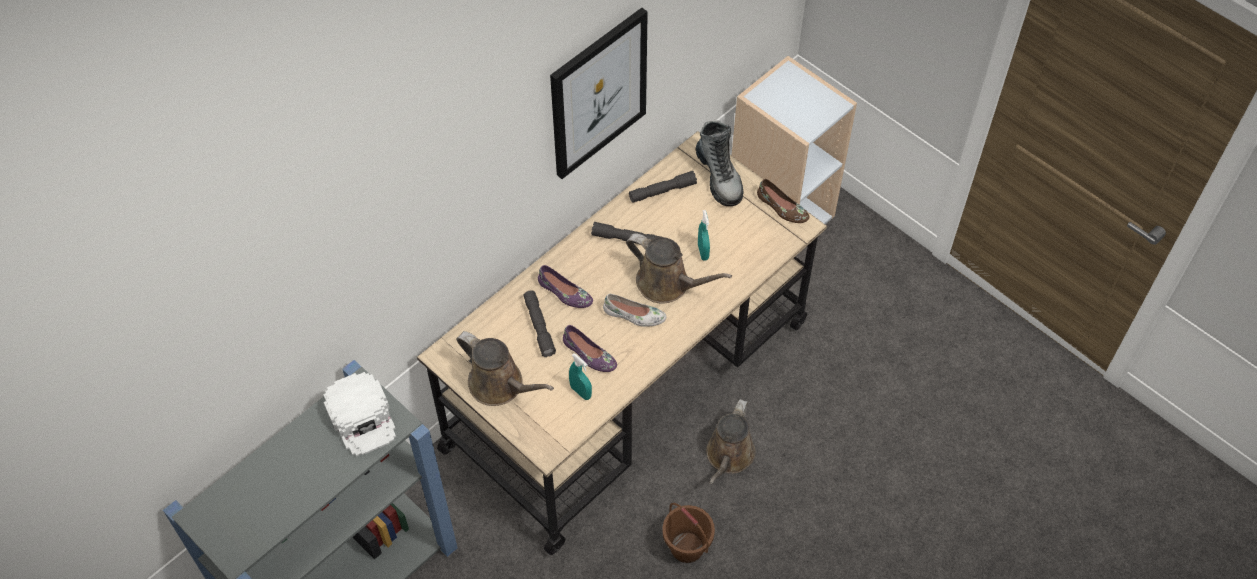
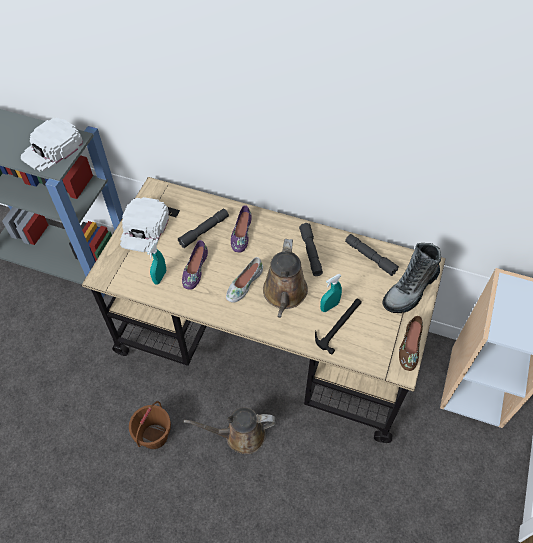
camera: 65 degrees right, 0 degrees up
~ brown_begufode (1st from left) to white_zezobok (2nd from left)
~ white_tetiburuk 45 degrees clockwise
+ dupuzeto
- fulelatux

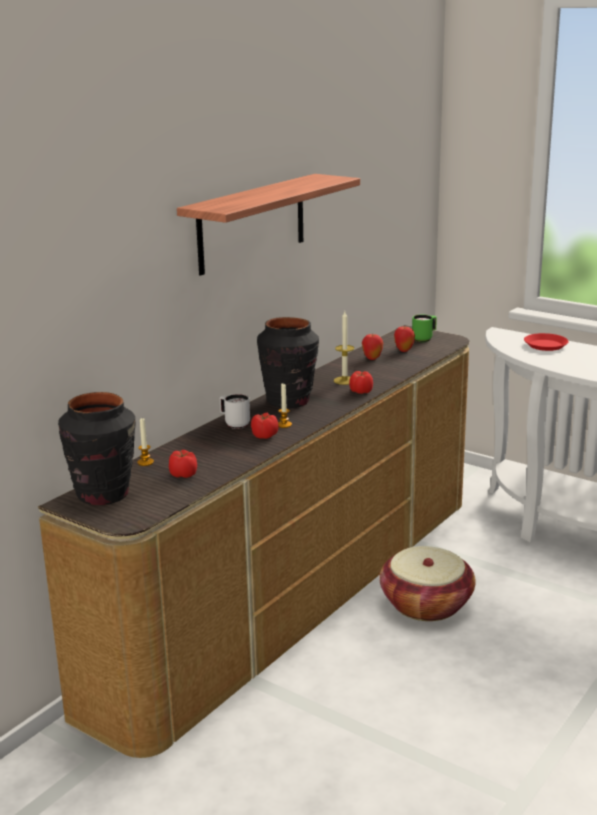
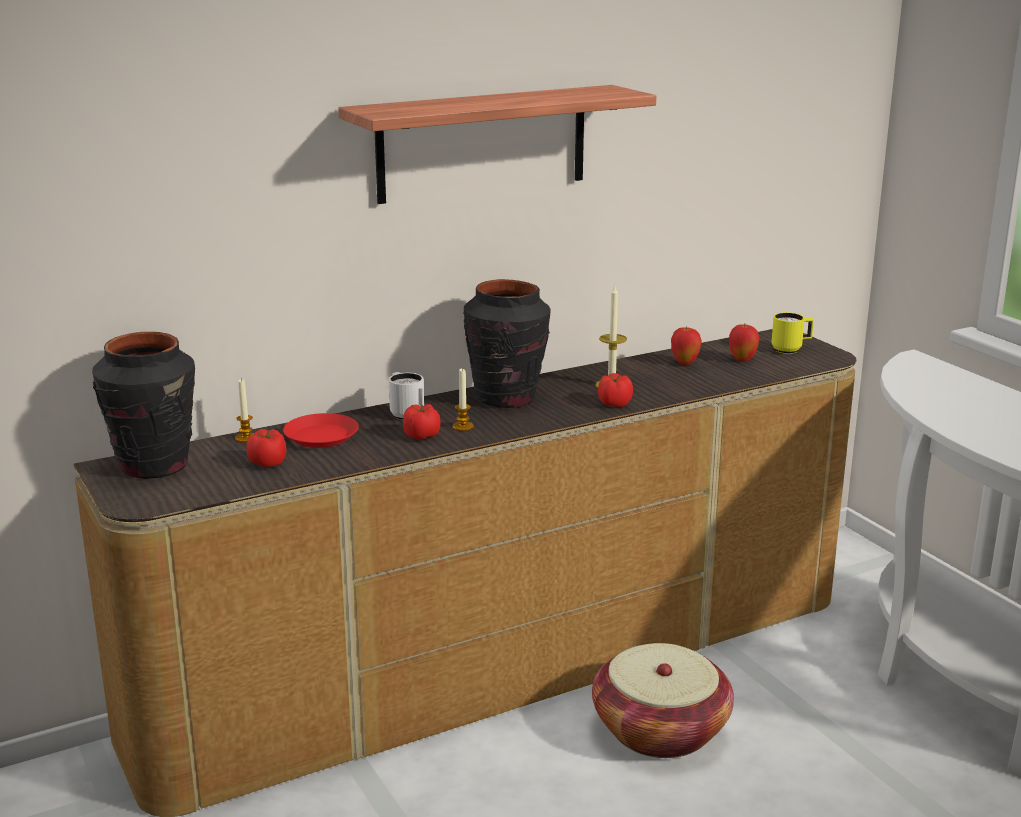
camera: 25 degrees right, 0 degrees up
~ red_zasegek
~ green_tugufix to yellow_tugufix

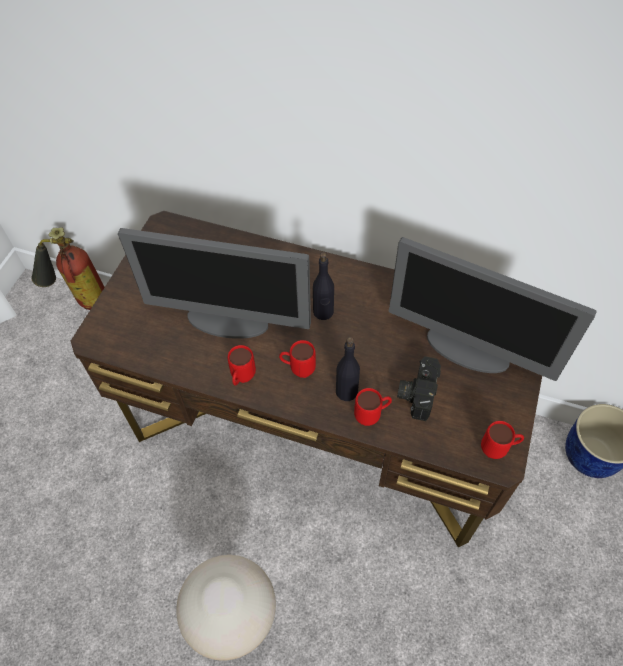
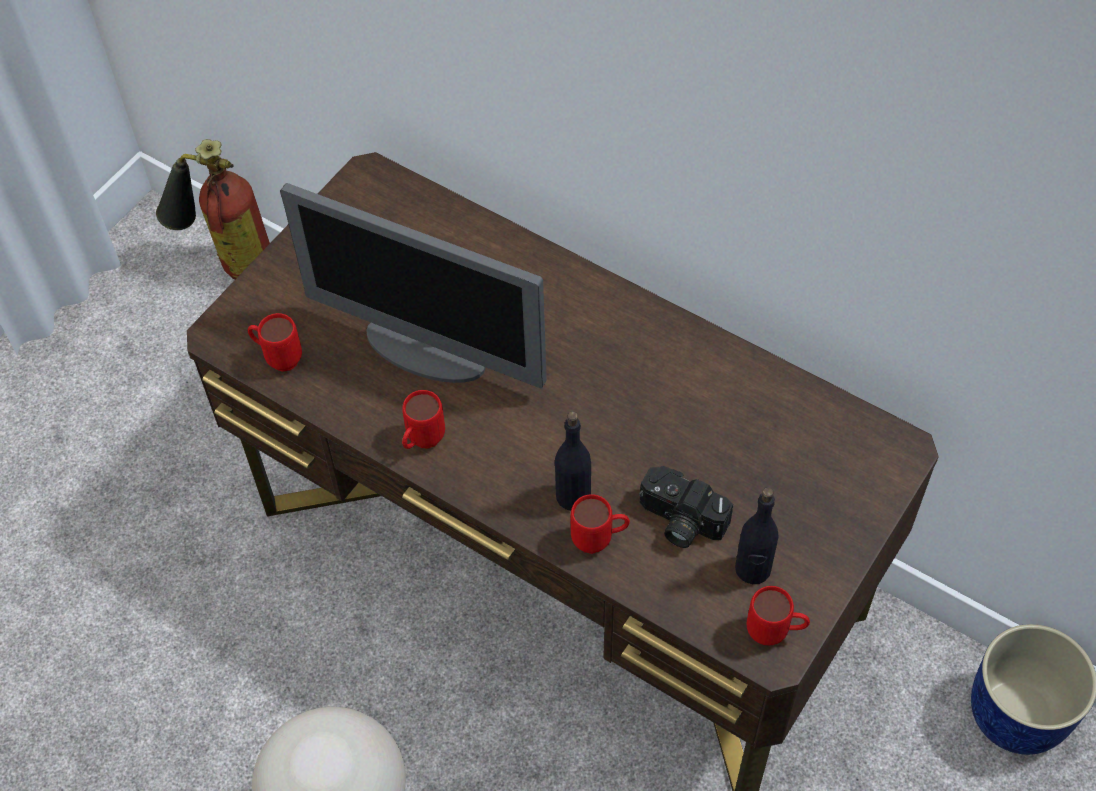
camera: 15 degrees right, 0 degrees up
~ red_tugufix (2nd from left in the first image) to red_tugufix (1st from left)
~ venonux 90 degrees counterclockwise
~ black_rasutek (1st from left in the first image) to black_rasutek (2nd from left)
- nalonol (2nd from left)

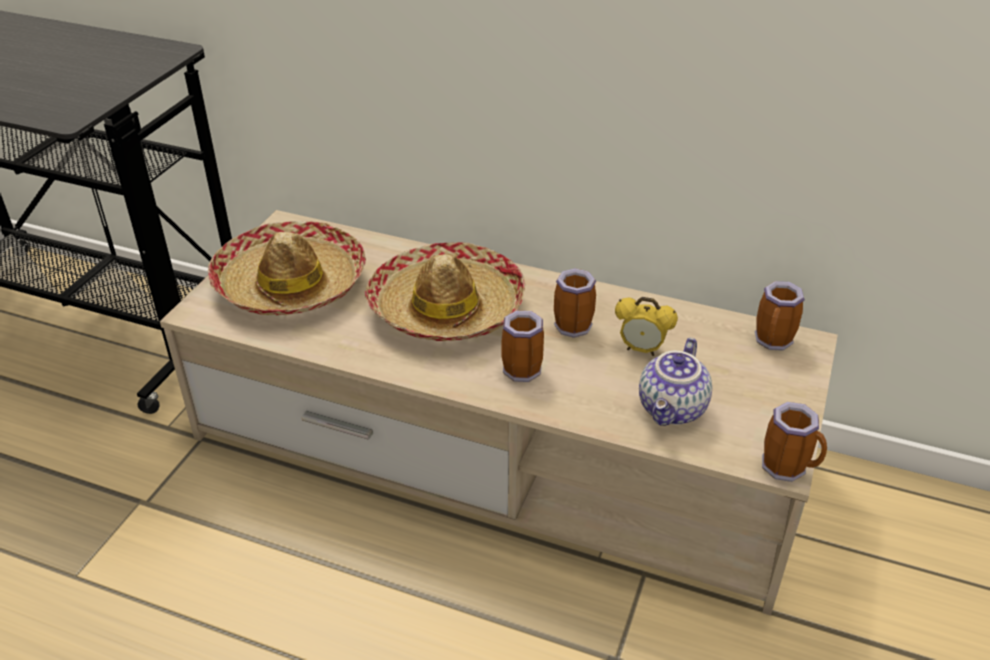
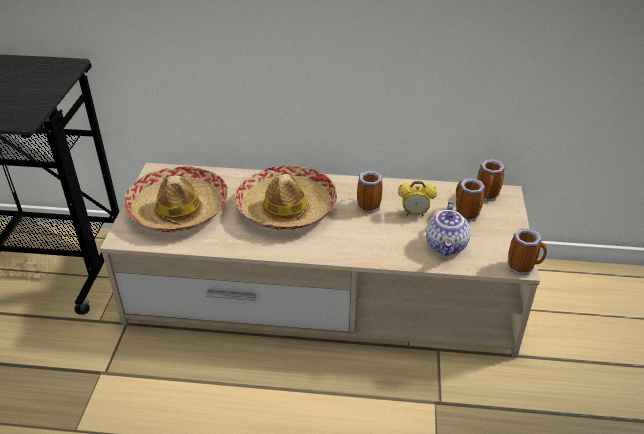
camera: 15 degrees left, 0 degrees up
~ tugufix (1st from left in the first image) to tugufix (2nd from left)

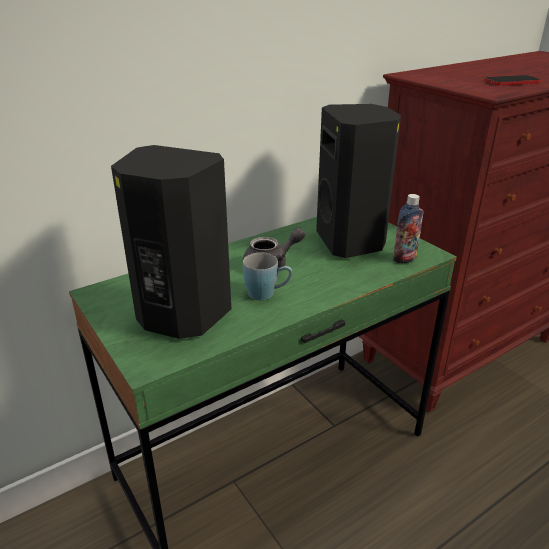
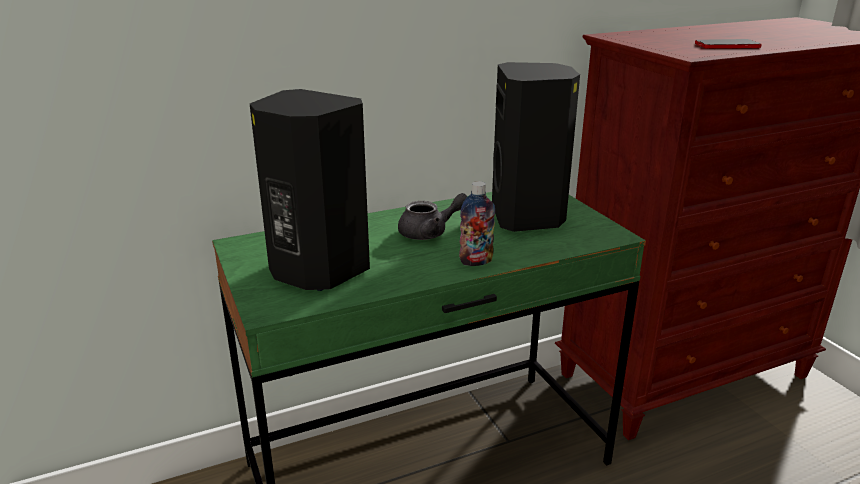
camera: 10 degrees right, 5 degrees down
~ rasutek
- blue_tugufix

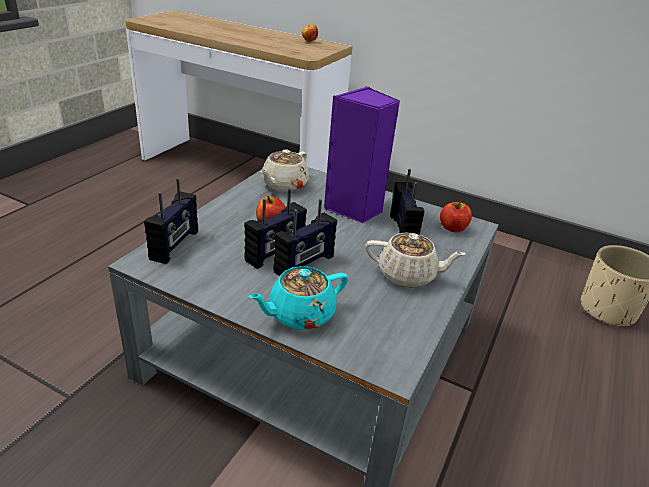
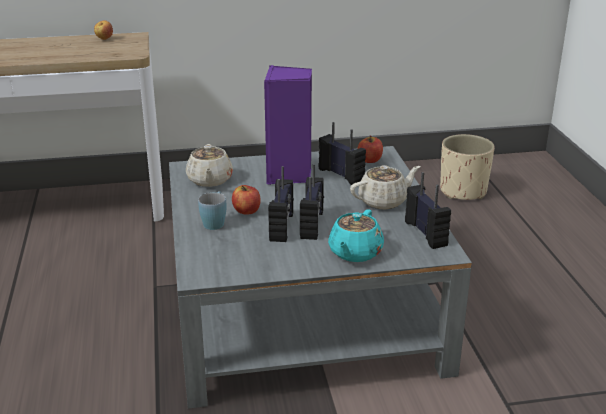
camera: 35 degrees left, 5 degrees down
+ blue_tugufix
~ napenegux (1st from left in the first image) to napenegux (4th from left)

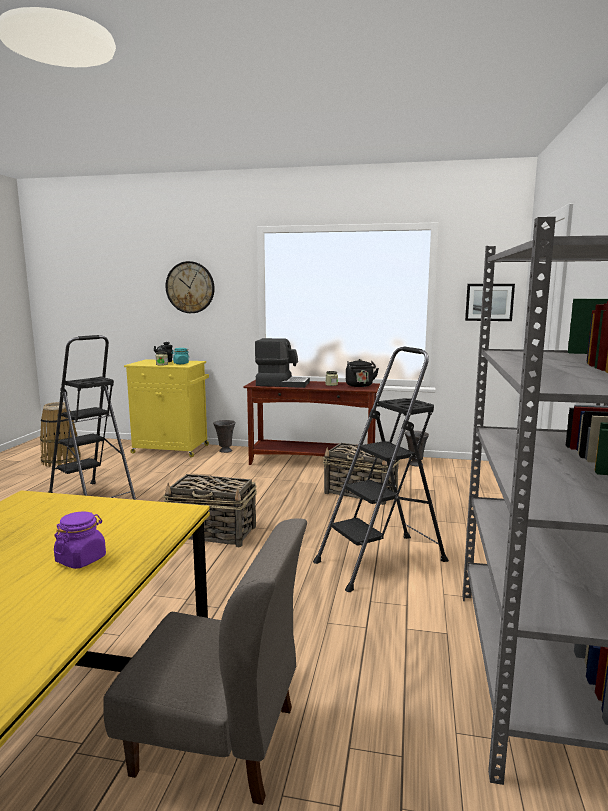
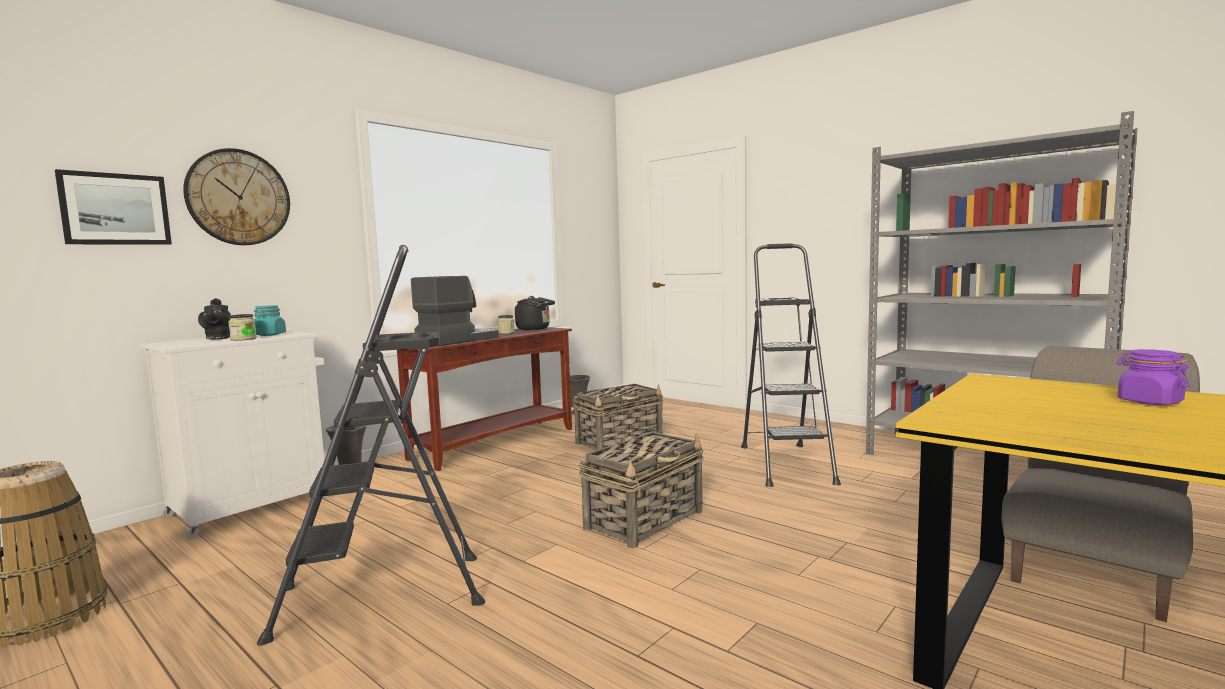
camera: 60 degrees left, 5 degrees down
~ fulelatux
~ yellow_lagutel to white_lagutel

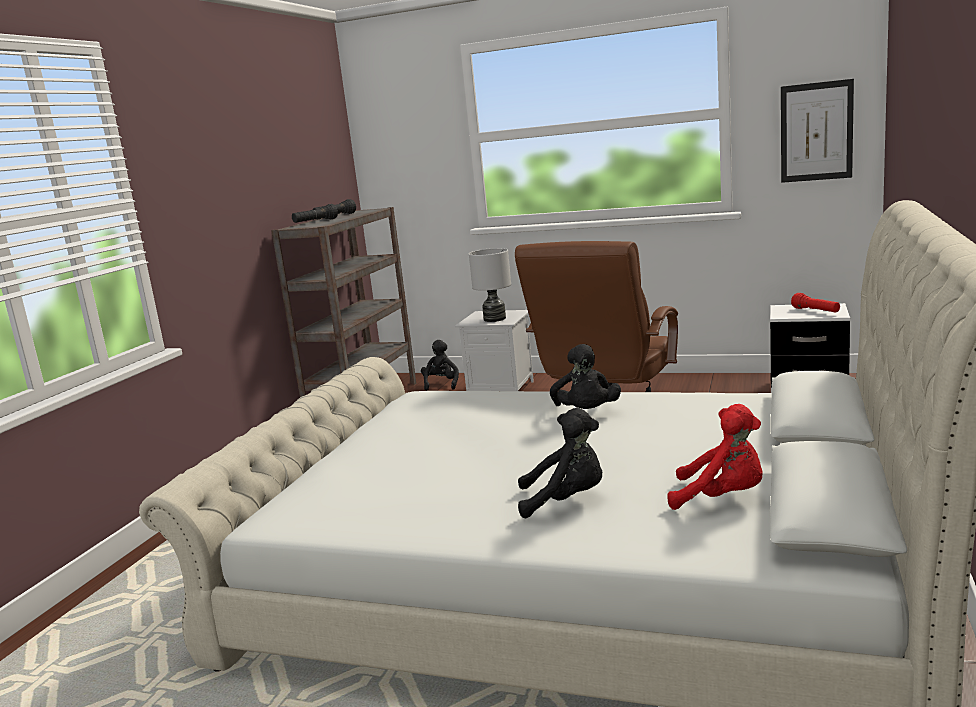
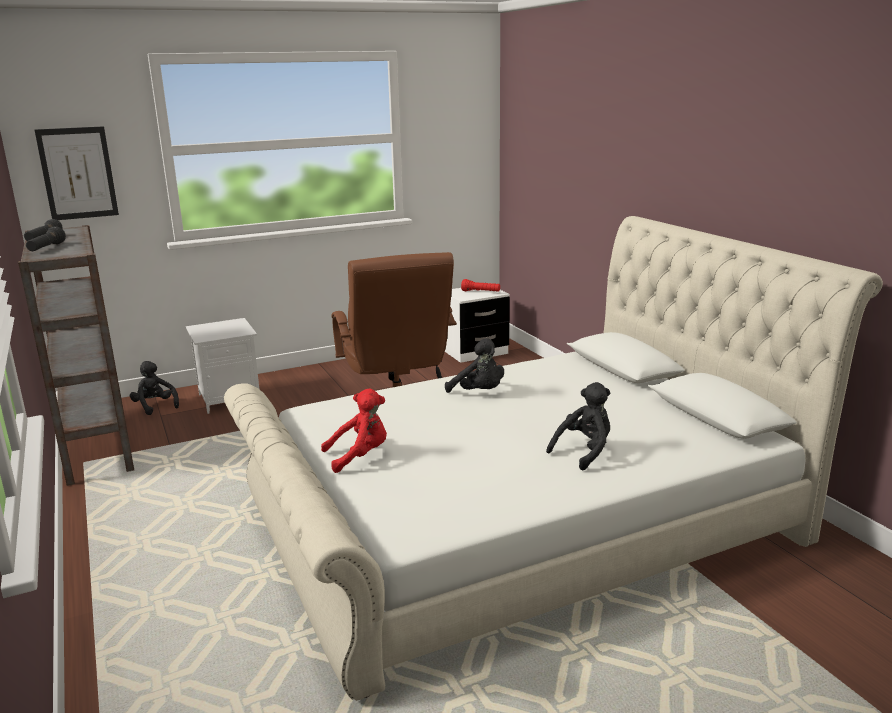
camera: 45 degrees left, 5 degrees up
~ fulelatux
~ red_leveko
- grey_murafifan

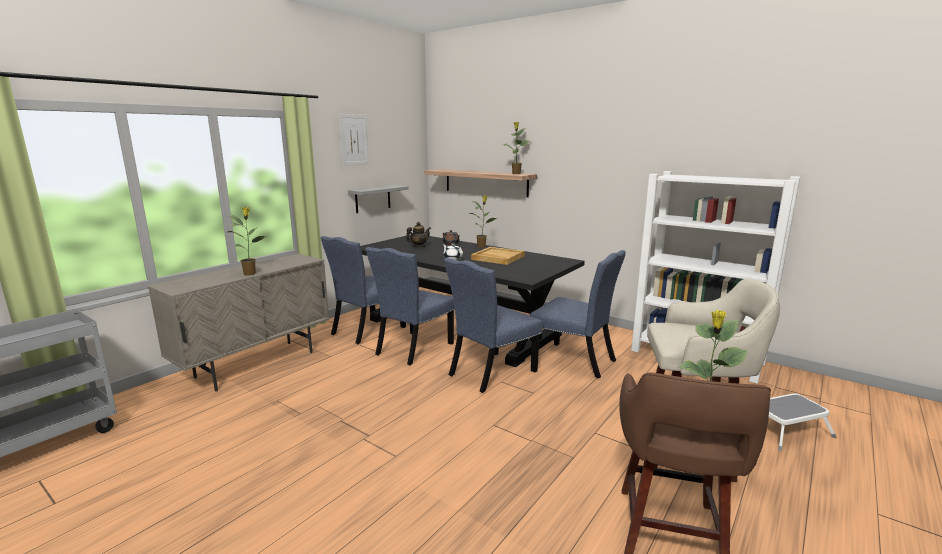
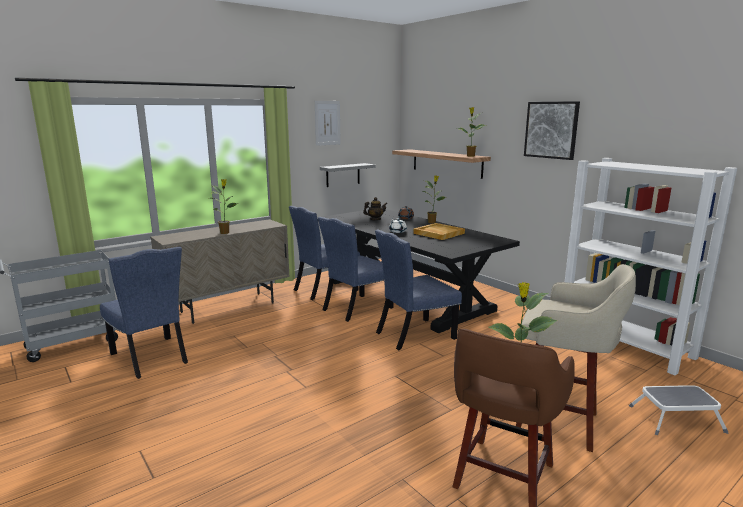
camera: 15 degrees right, 0 degrees up
~ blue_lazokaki (4th from left in the first image) to blue_lazokaki (1st from left)
+ fulelatux (2nd from left)

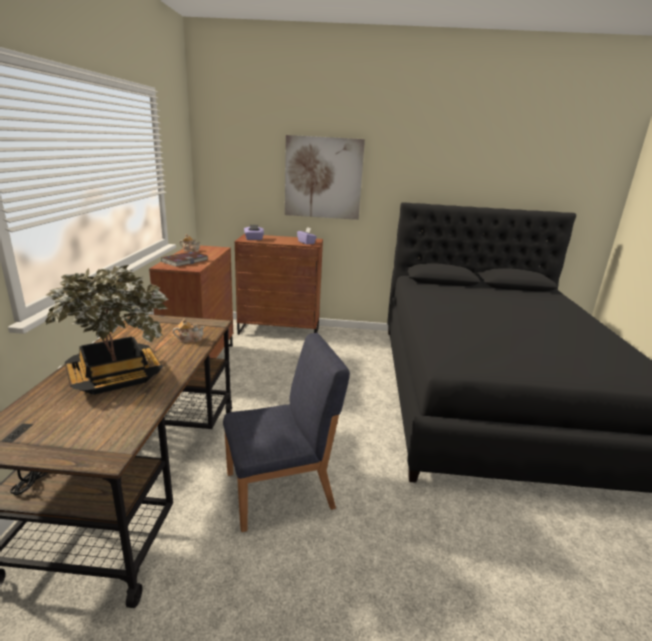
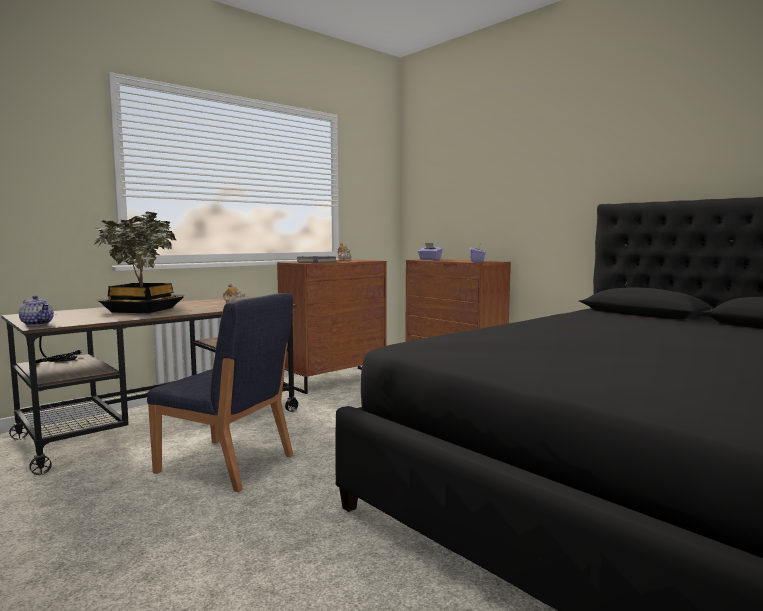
camera: 45 degrees right, 15 degrees down
+ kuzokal (1st from left)
- fulelatux

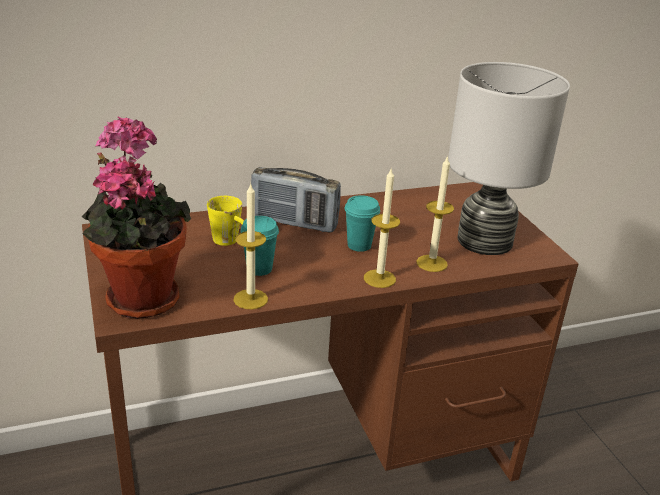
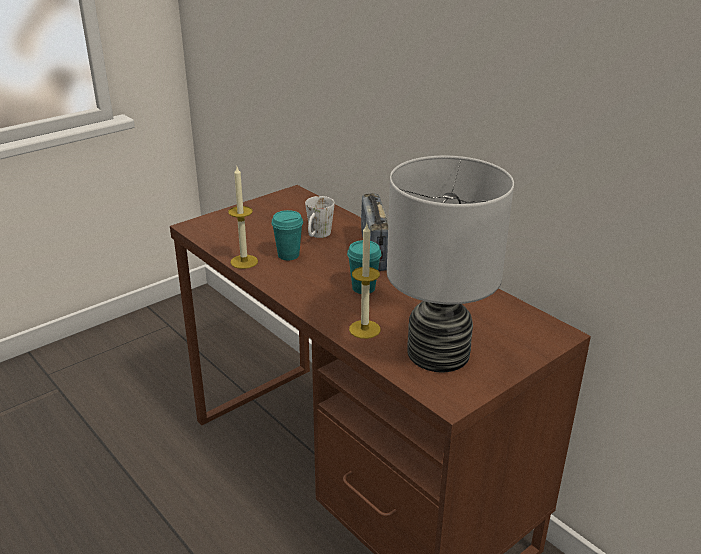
camera: 70 degrees right, 0 degrees up
~ yellow_tugufix to white_tugufix
- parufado
- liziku (2nd from left)

